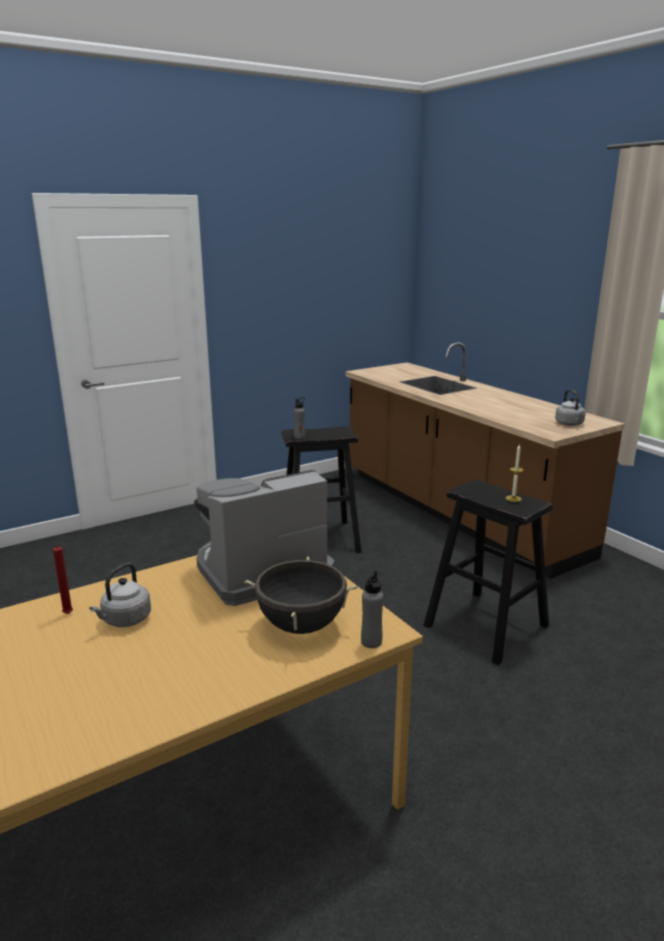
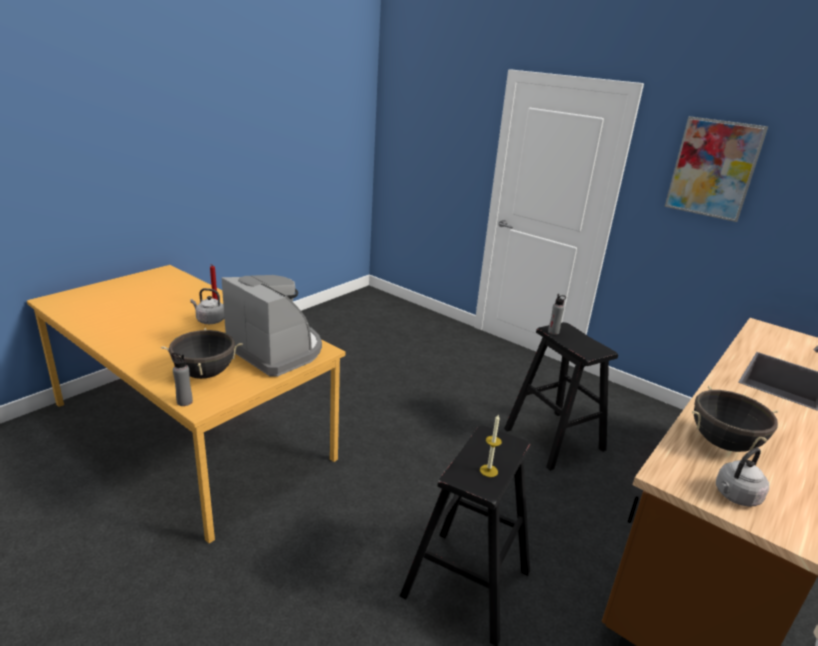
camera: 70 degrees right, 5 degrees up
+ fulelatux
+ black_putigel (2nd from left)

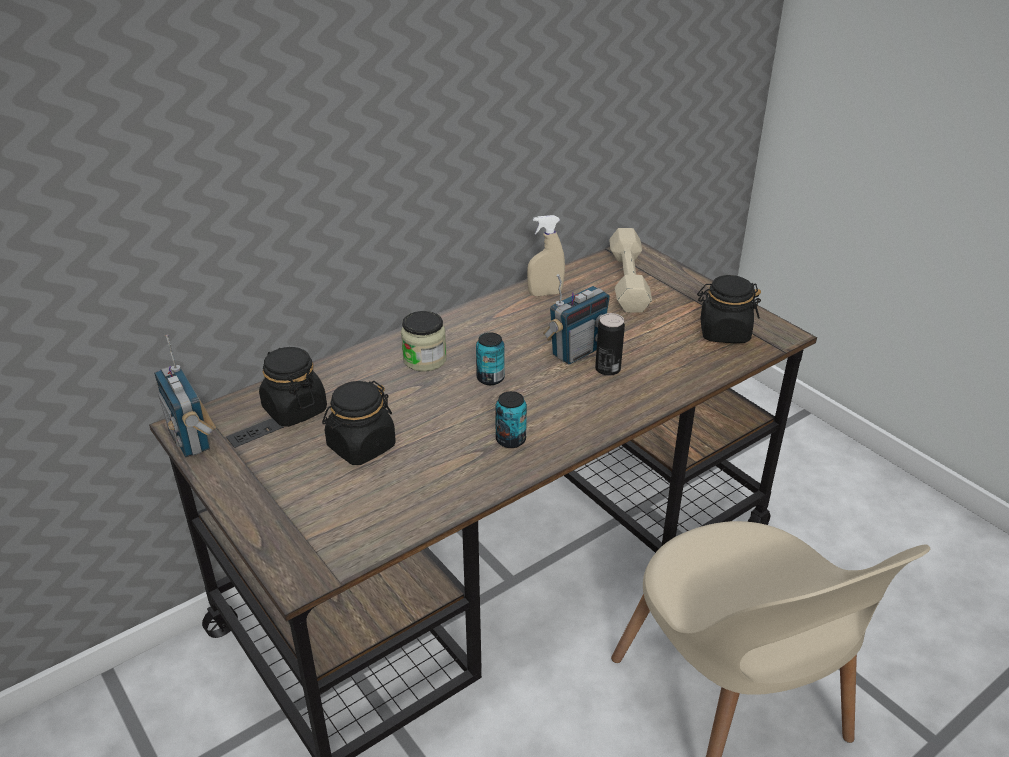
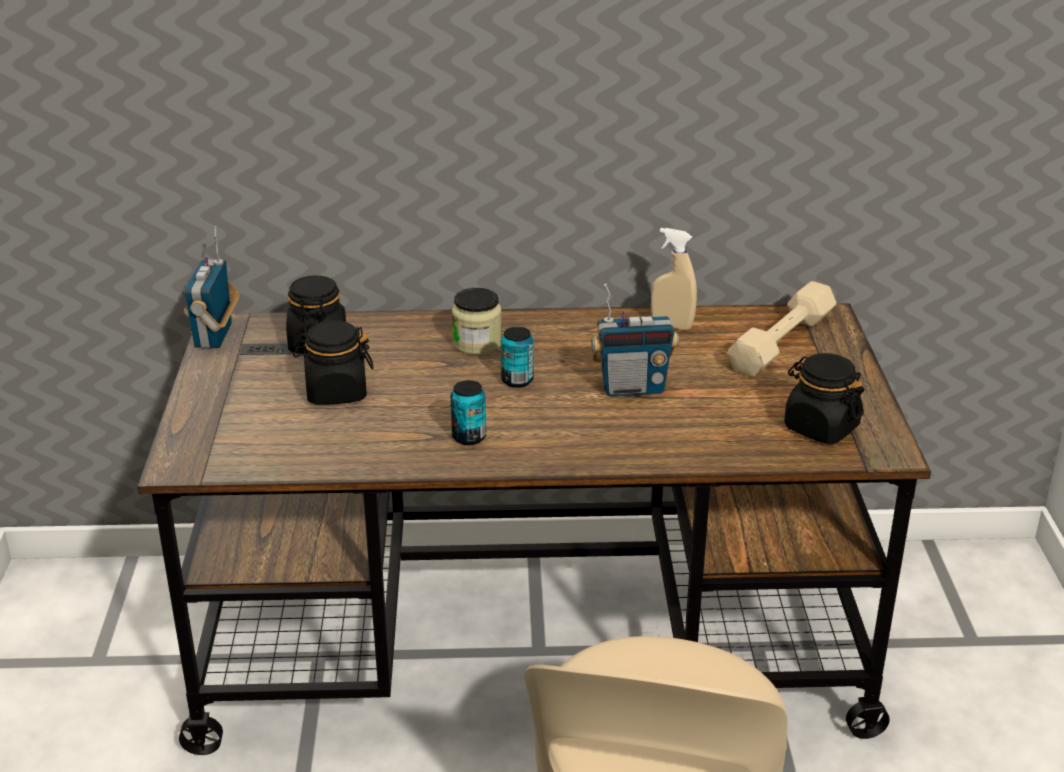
camera: 35 degrees right, 5 degrees down
- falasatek (3rd from left)

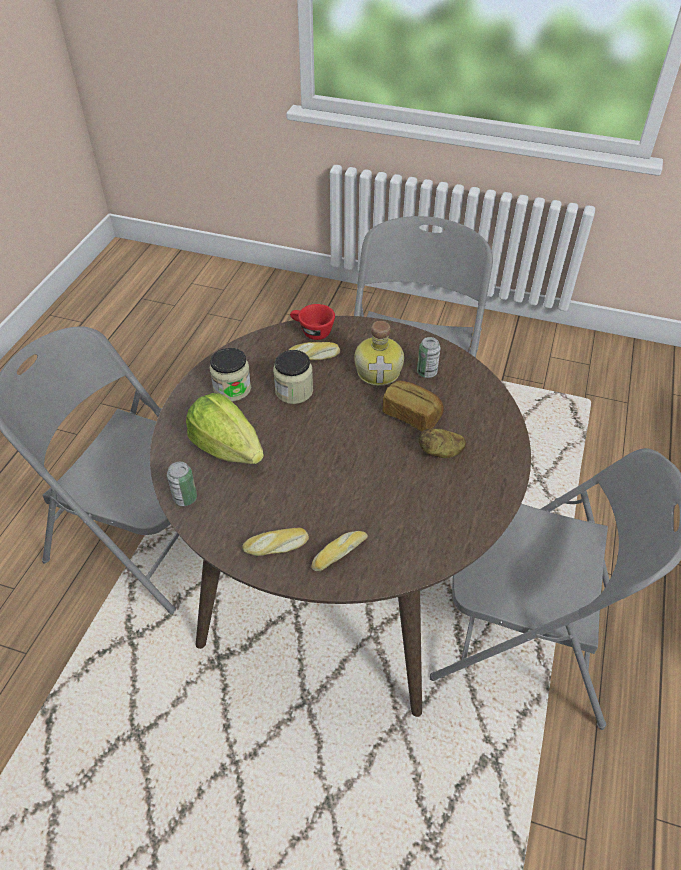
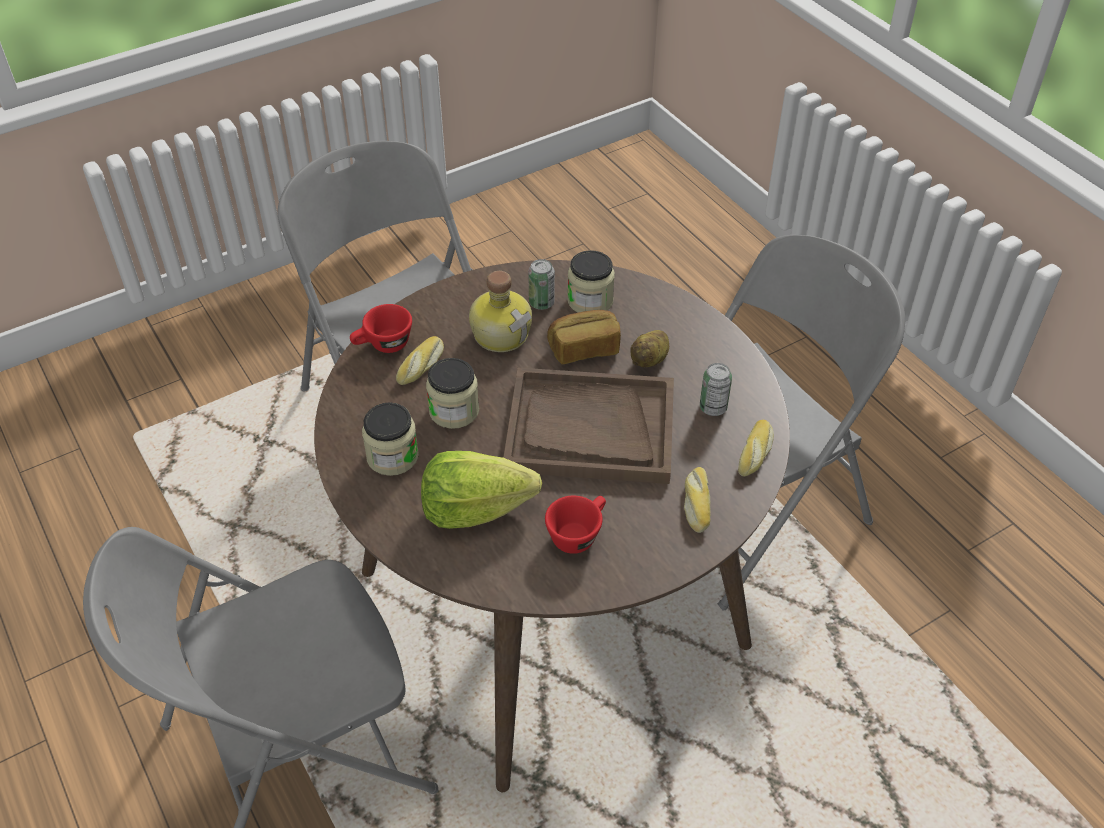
camera: 50 degrees left, 0 degrees up
+ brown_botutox
+ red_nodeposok (2nd from left)
+ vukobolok (3rd from left)
~ falasatek (1st from left in the first image) to falasatek (2nd from left)
~ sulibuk (1st from left in the first image) to sulibuk (4th from left)

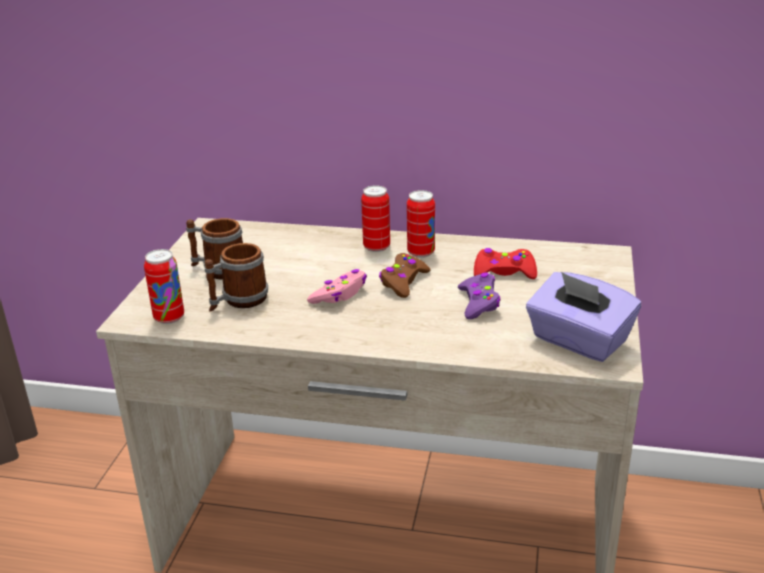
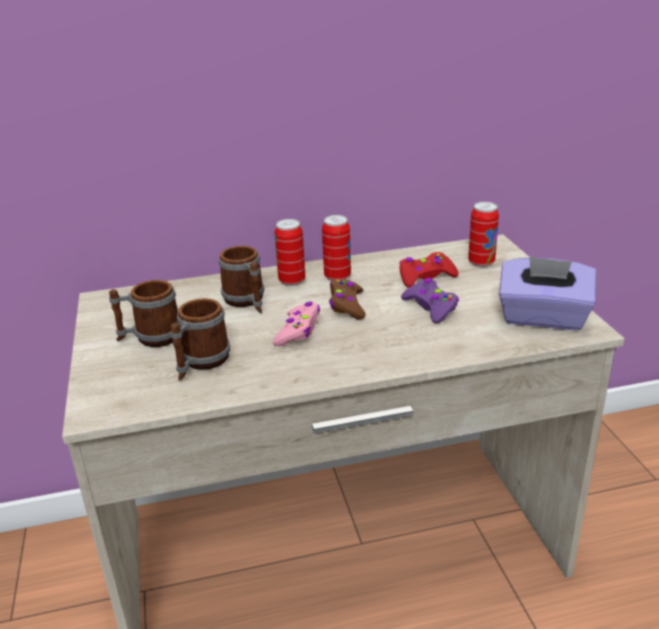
camera: 25 degrees left, 0 degrees up
+ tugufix (3rd from left)
~ falasatek (1st from left in the first image) to falasatek (3rd from left)

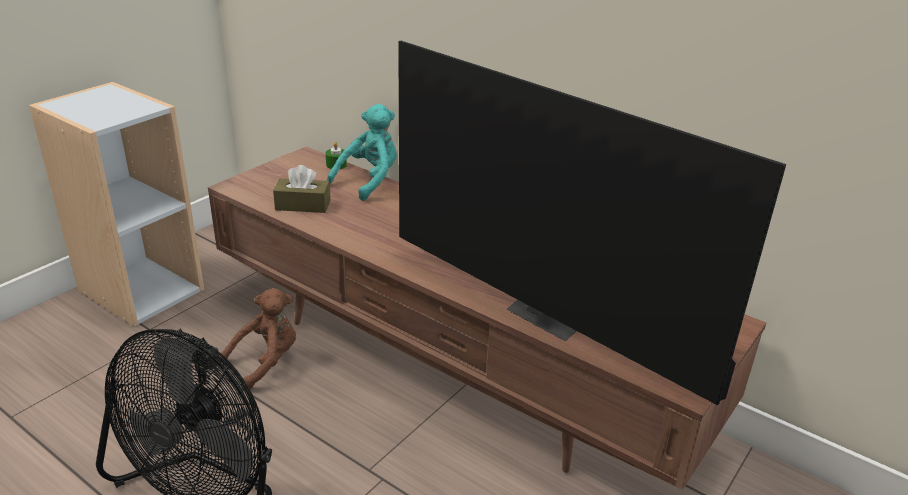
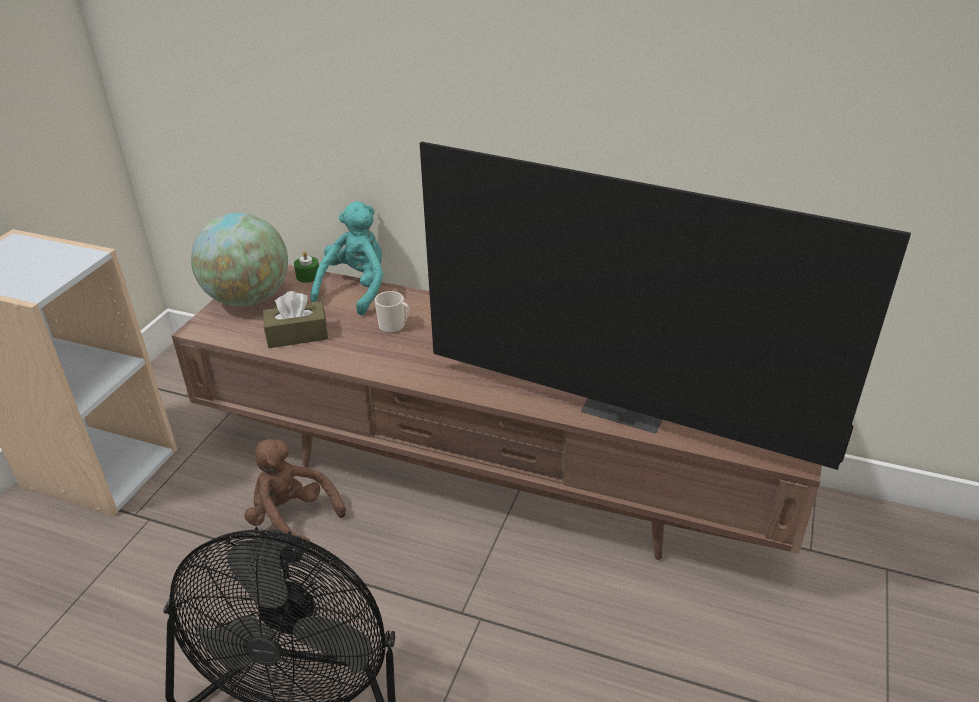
camera: 15 degrees left, 5 degrees up
+ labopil
~ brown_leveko 90 degrees counterclockwise
+ tugufix

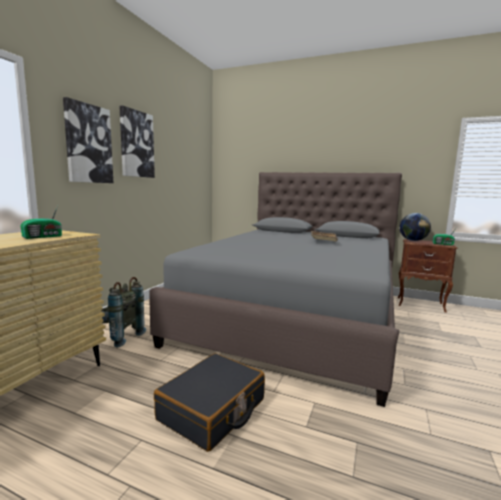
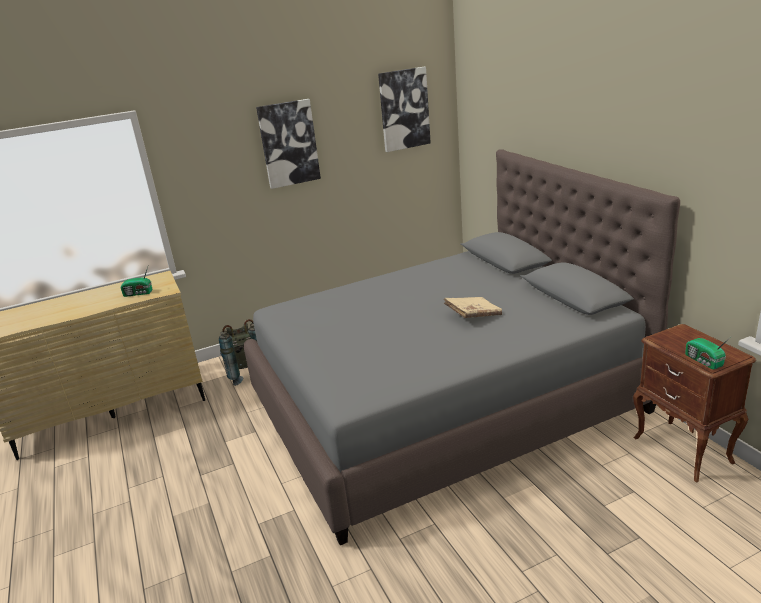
camera: 45 degrees right, 15 degrees up
~ fulelatux (1st from left in the first image) to fulelatux (2nd from left)
- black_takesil
- labopil

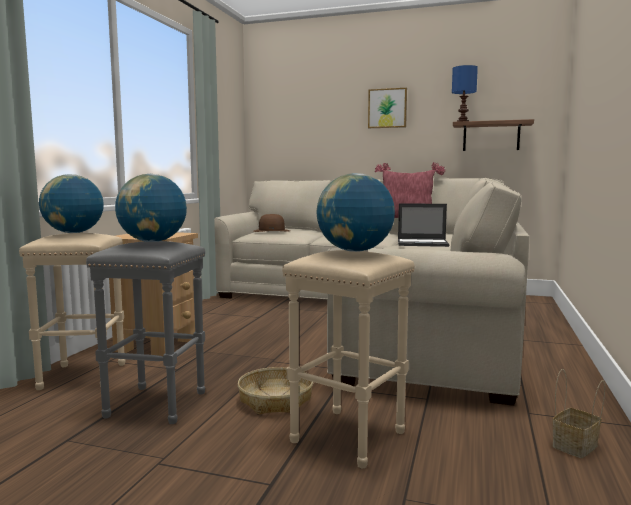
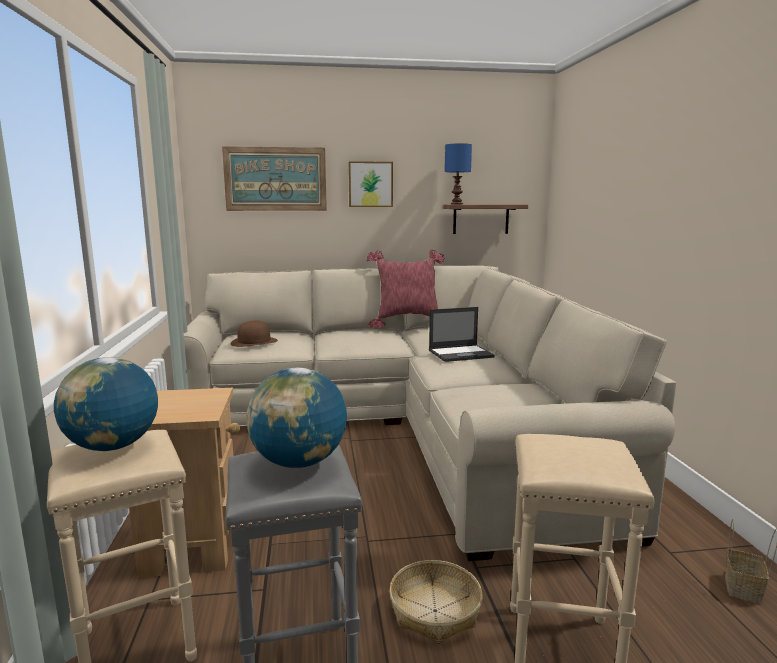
camera: 25 degrees left, 5 degrees up
+ fulelatux (1st from left)
- labopil (3rd from left)

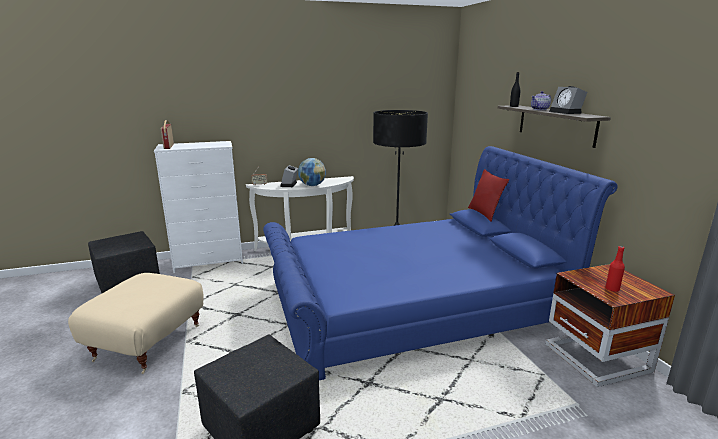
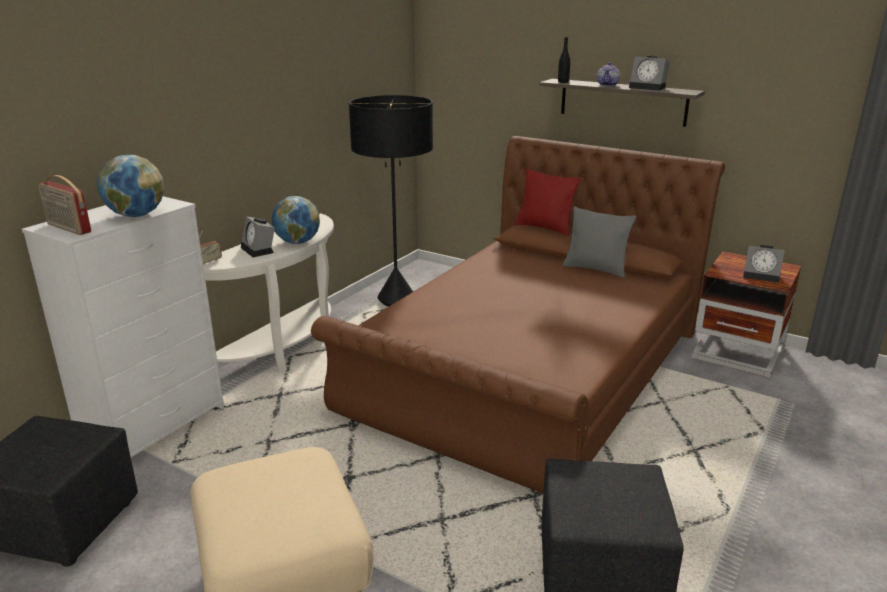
camera: 40 degrees left, 5 degrees up
+ labopil (1st from left)
~ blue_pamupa to brown_pamupa
+ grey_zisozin
~ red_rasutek to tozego (3rd from left)

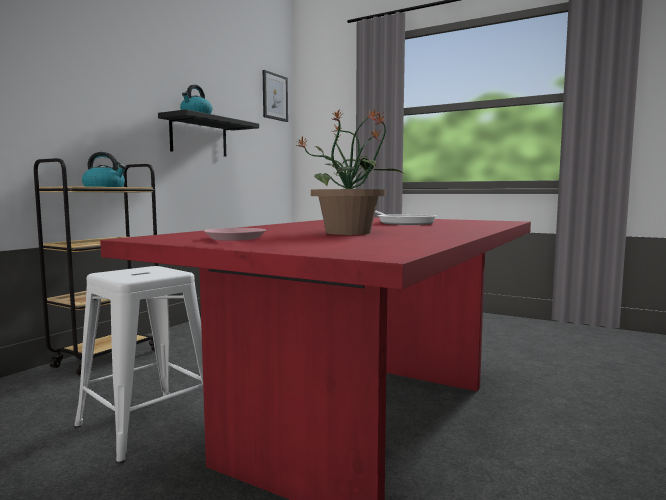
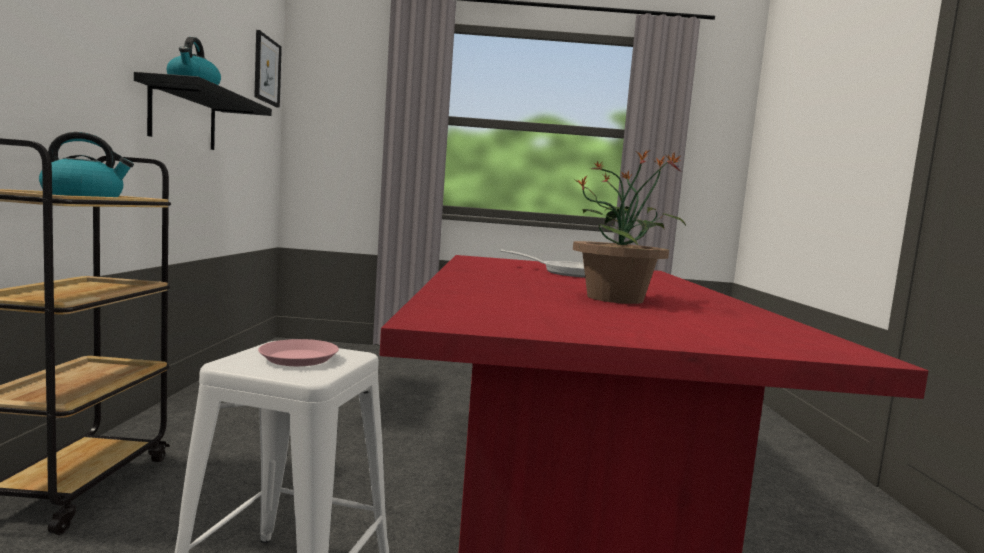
camera: 30 degrees left, 0 degrees up
~ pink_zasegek

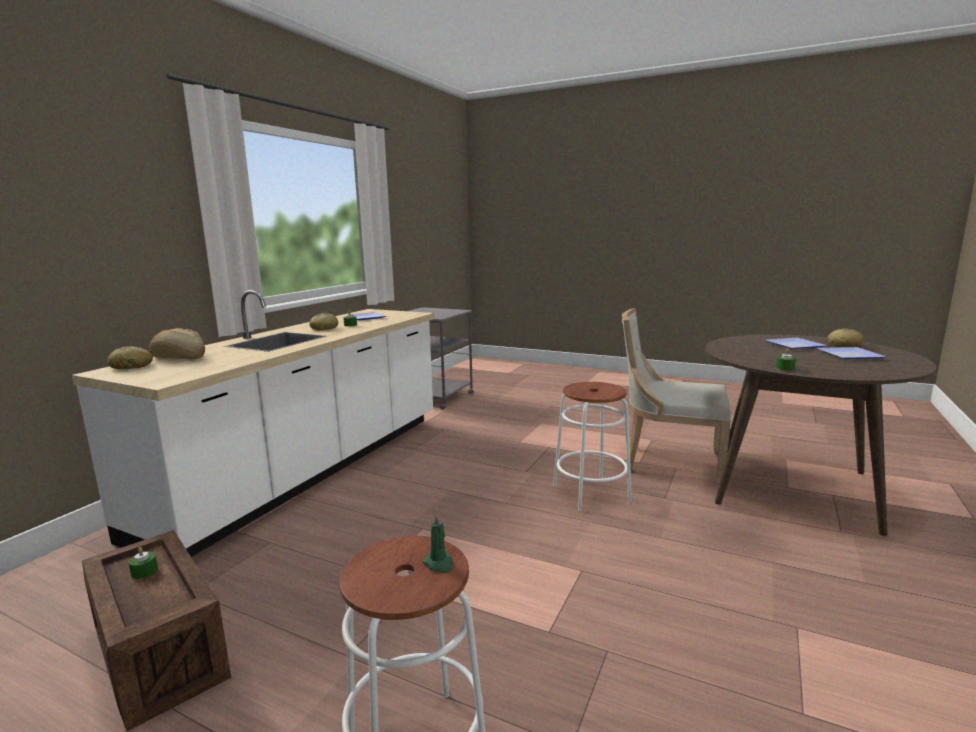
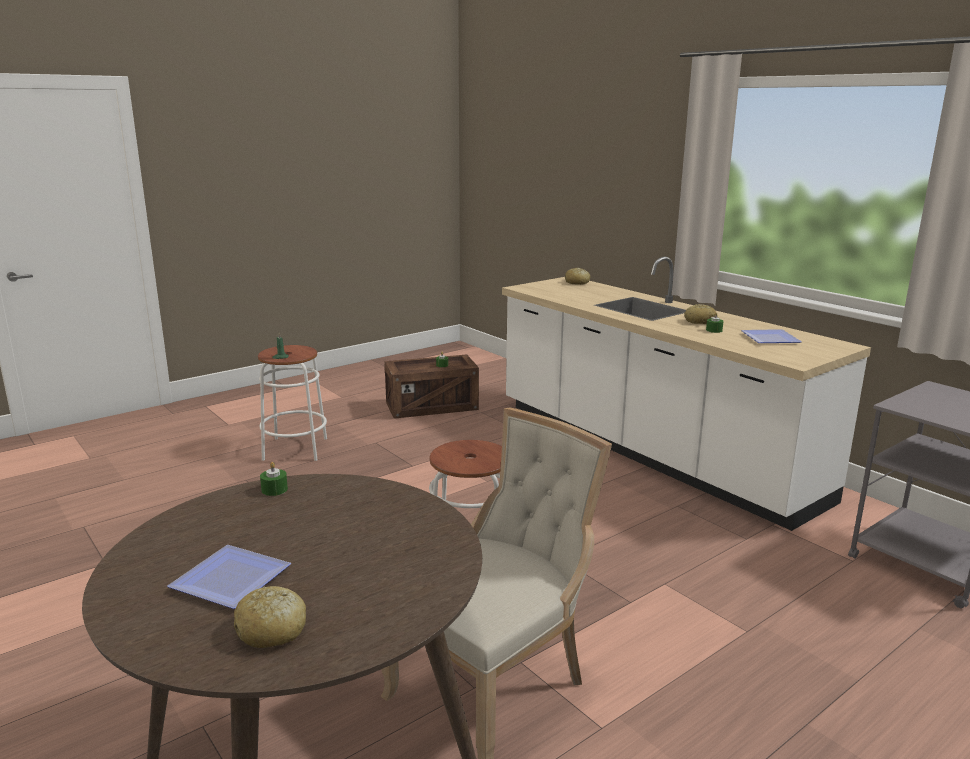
camera: 115 degrees right, 5 degrees up
- sulibuk (2nd from left)
- zasegek (2nd from left)

